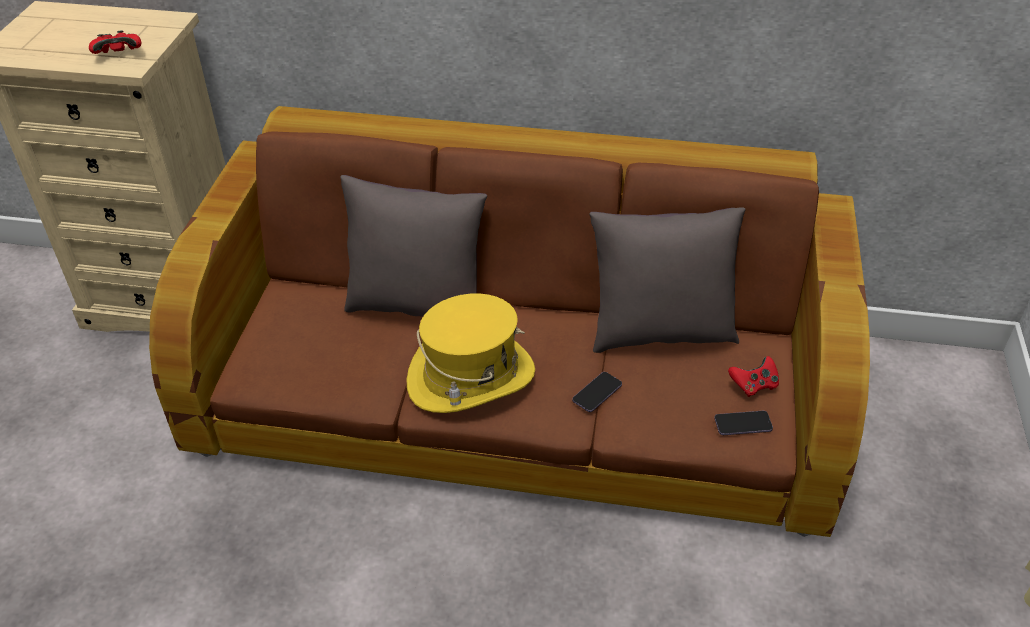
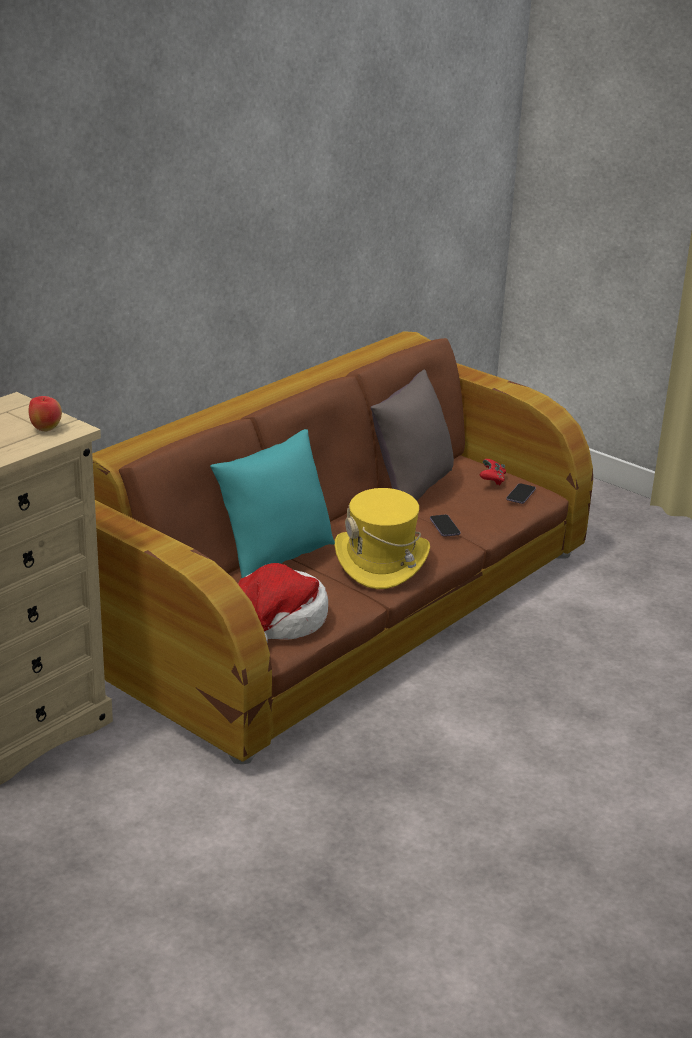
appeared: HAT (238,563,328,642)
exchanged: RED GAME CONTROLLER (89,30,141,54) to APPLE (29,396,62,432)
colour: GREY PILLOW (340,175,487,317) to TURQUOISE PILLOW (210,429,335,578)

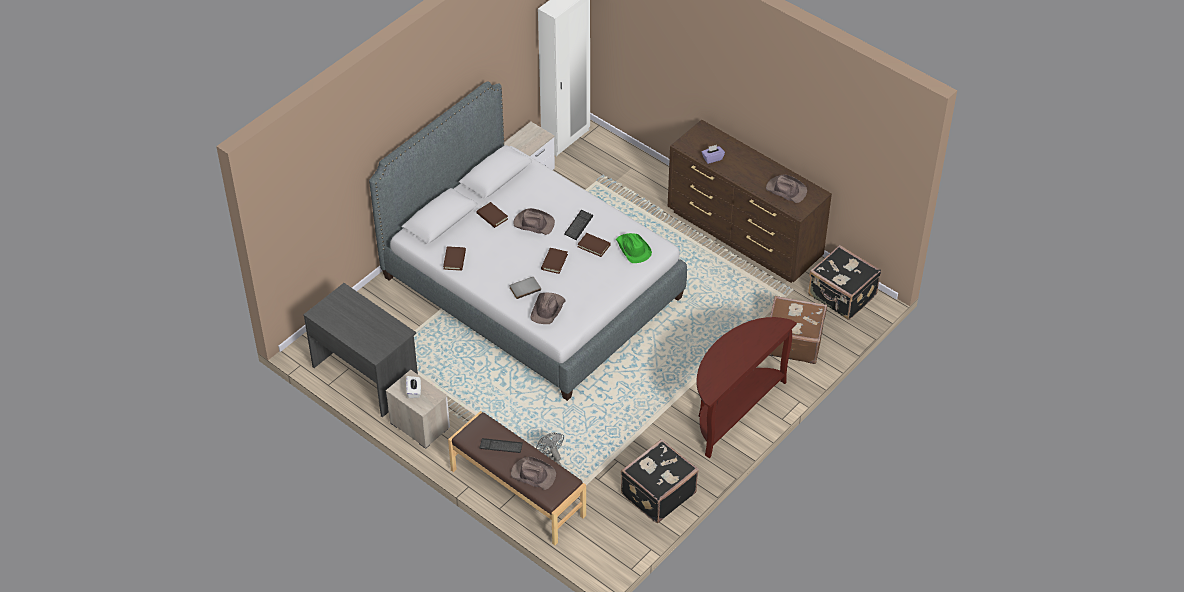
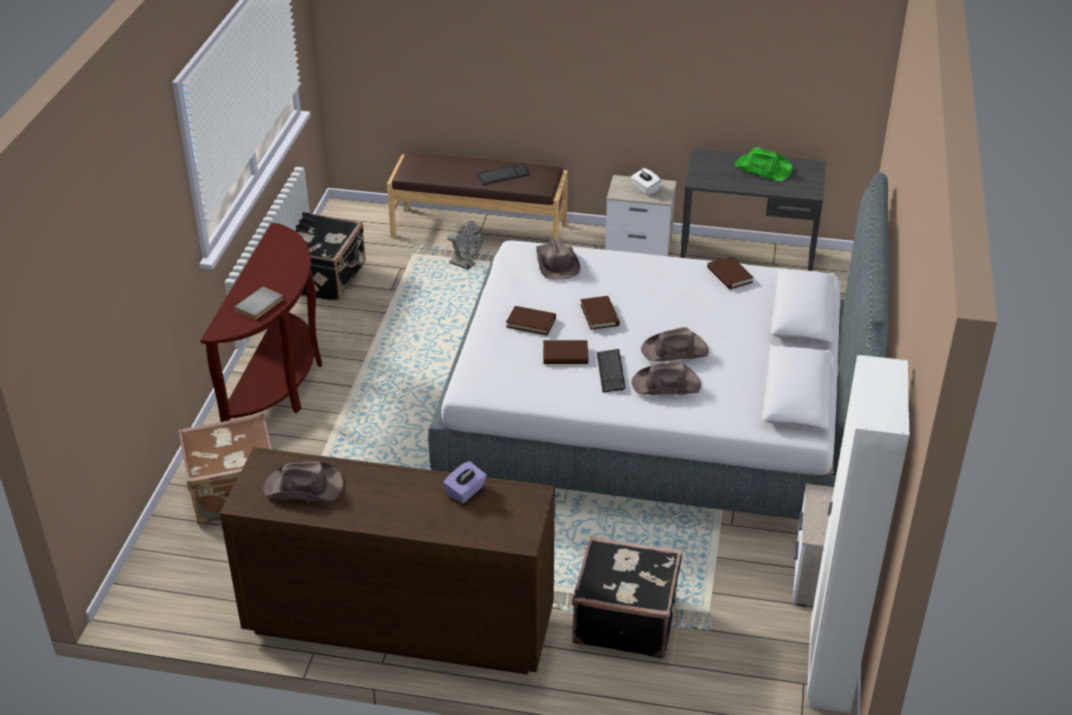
relocated: BROWN BOOK (477,202,508,228) to (506,306,556,335); GREY BOOK (510,277,541,299) to (234,287,283,320); BROWN HAT (511,457,556,490) to (631,361,701,395); GREEN HAT (616,233,652,263) to (735,147,793,181); BLACK SUITCASE (808,245,881,320) to (572,536,682,658)

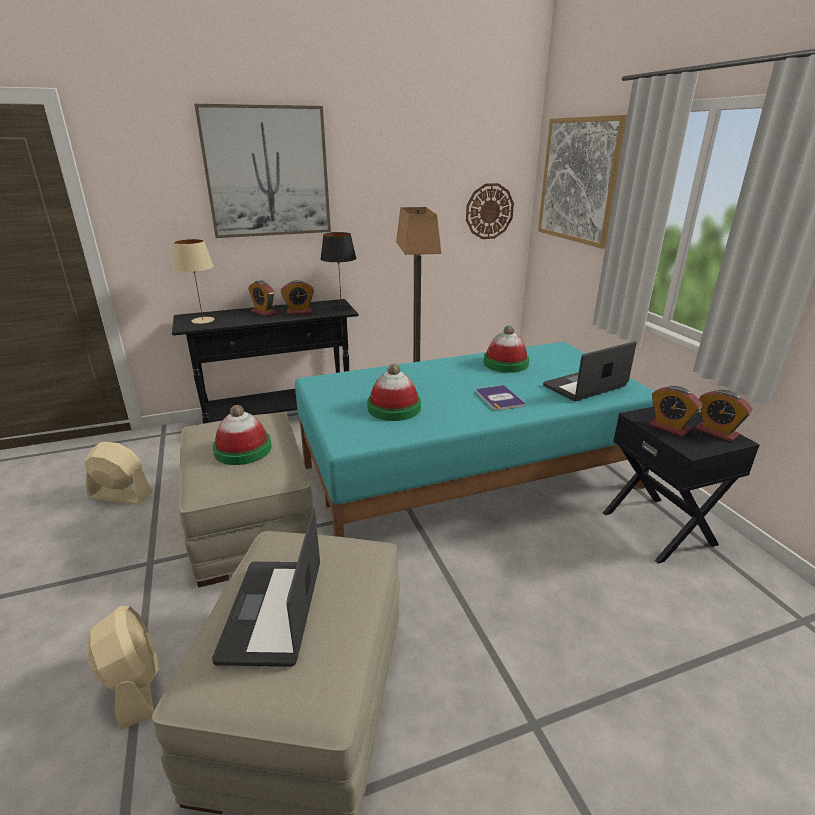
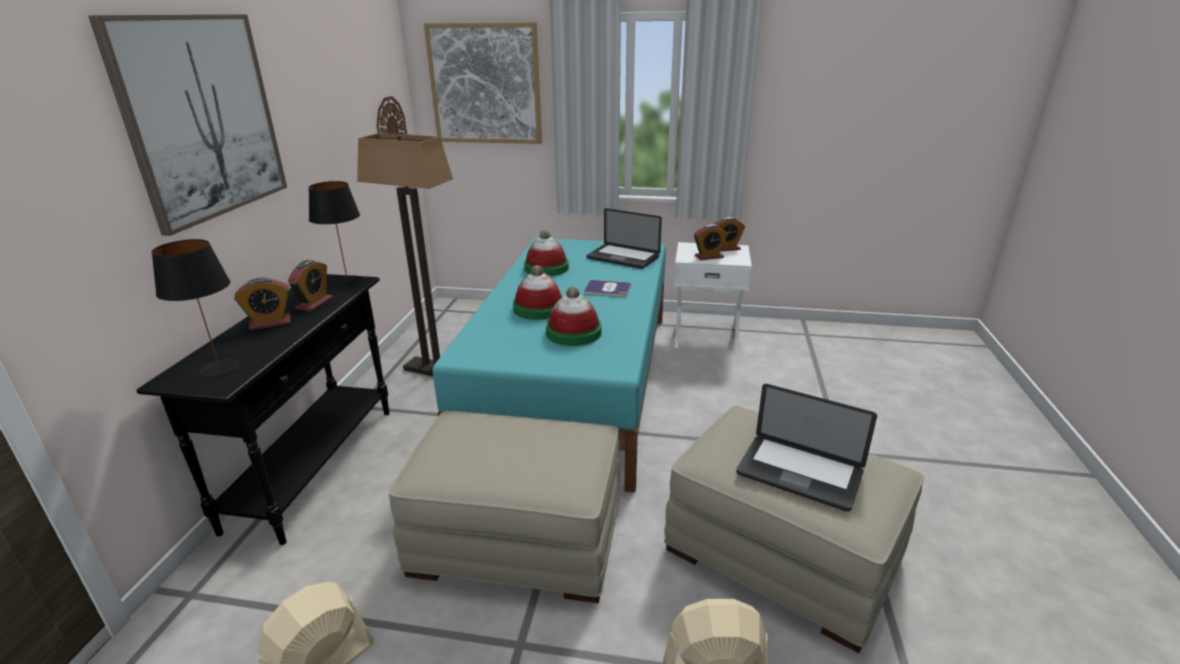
relocated: HAT (213,405,272,465) to (513,265,562,320)
colour: BEIGE TABLE LAMP (173,239,214,324) to BLACK TABLE LAMP (151,239,240,377); BLACK NIGHTSTAND (603,407,760,564) to WHITE NIGHTSTAND (674,242,752,352)
spun: LAPTOP (543,341,637,401) = (587,208,662,269) 60 degrees counterclockwise

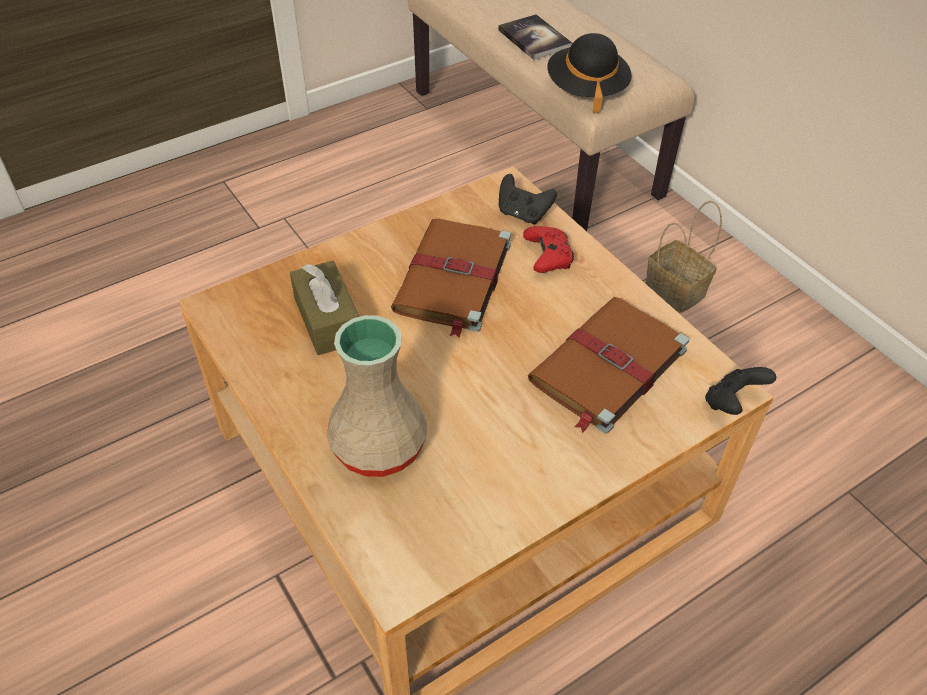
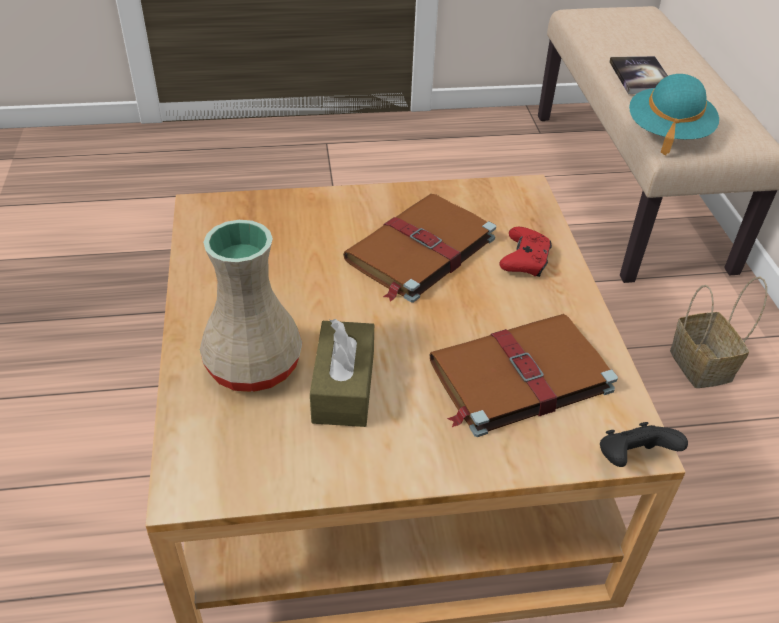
missing: BLACK GAME CONTROLLER (499,174,557,224)
relocated: BROWN TISSUE BOX (290,261,359,355) to (310,319,374,427)
colour: BLACK HAT (547,33,632,114) to TURQUOISE HAT (629,74,719,155)

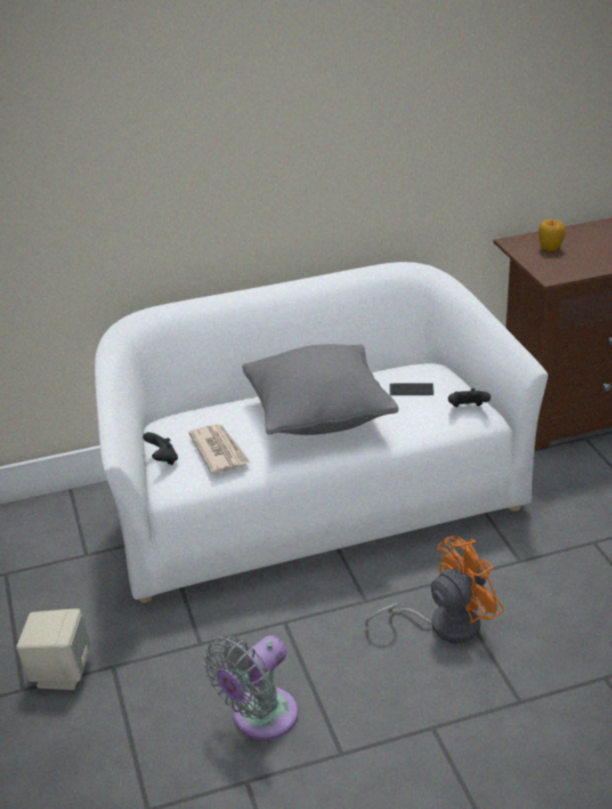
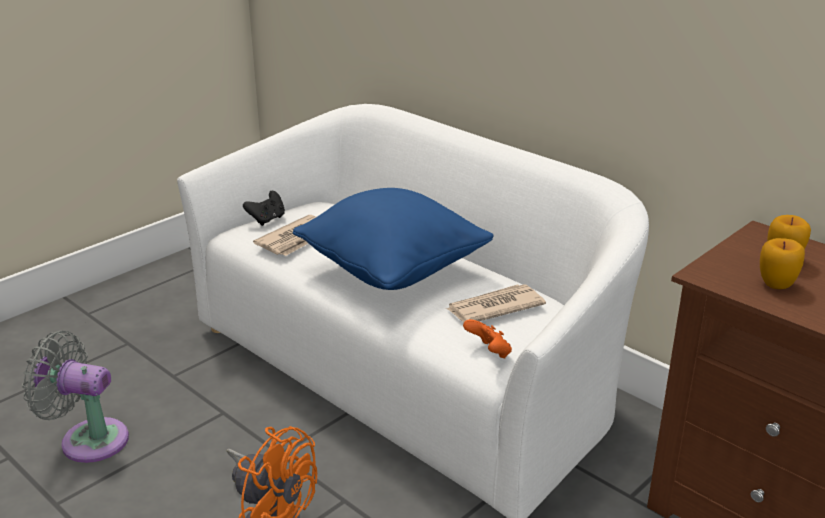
missing: BEIGE SPEAKER (16,609,91,690)
appeared: APPLE (760,238,805,289)
exchanged: PHONE (390,383,434,395) to NEWSPAPER (447,284,546,323)
colour: GREY PILLOW (242,344,399,435) to BLUE PILLOW (293,188,494,290); BLACK GAME CONTROLLER (448,388,491,407) to ORANGE GAME CONTROLLER (463,319,512,358)

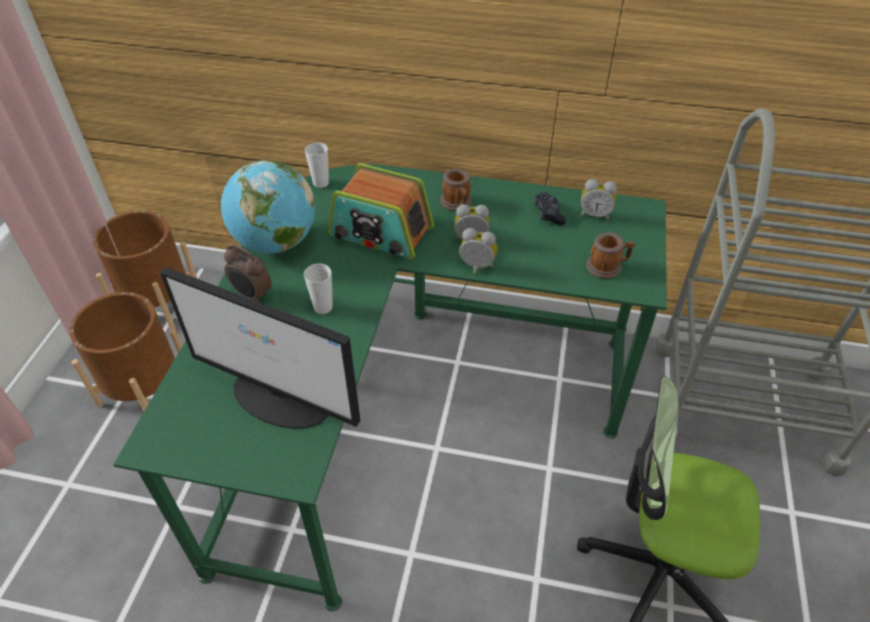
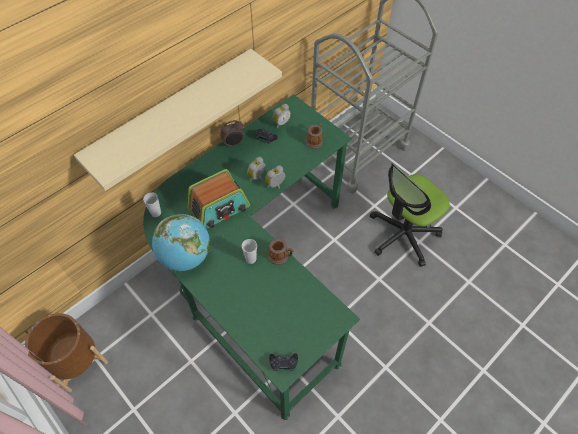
missing: BROWN PLANTER (69,292,182,411); MONITOR (160,267,361,429)
appeared: BEIGE SHELF (74,49,282,191); BLACK GAME CONTROLLER (269,353,298,371)
relocated: ALARM CLOCK (224,244,272,302) to (220,120,245,148); MUG (441,169,472,211) to (268,239,293,265)

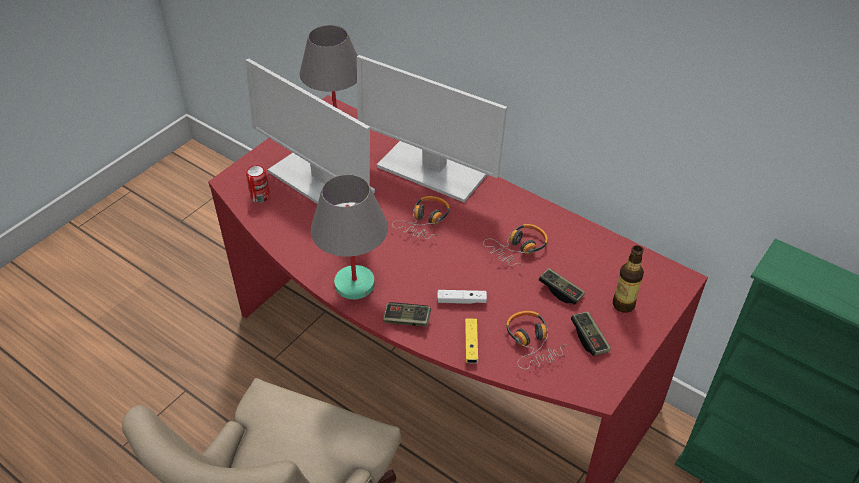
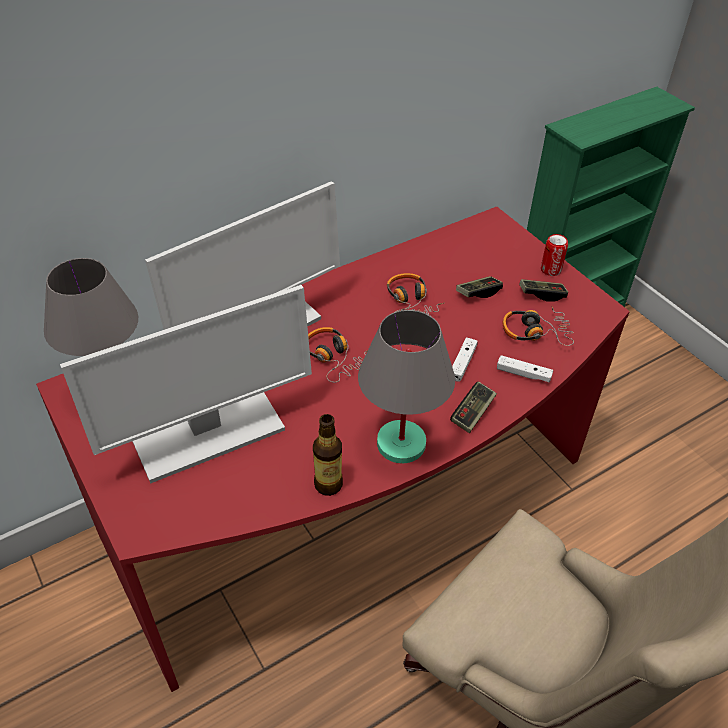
relocated: CAN (246,165,270,203) to (541,234,568,276); BOTTLE (613,245,644,313) to (313,414,343,496)
colour: YELLOW GAME CONTROLLER (465,318,478,363) to WHITE GAME CONTROLLER (497,355,553,382)

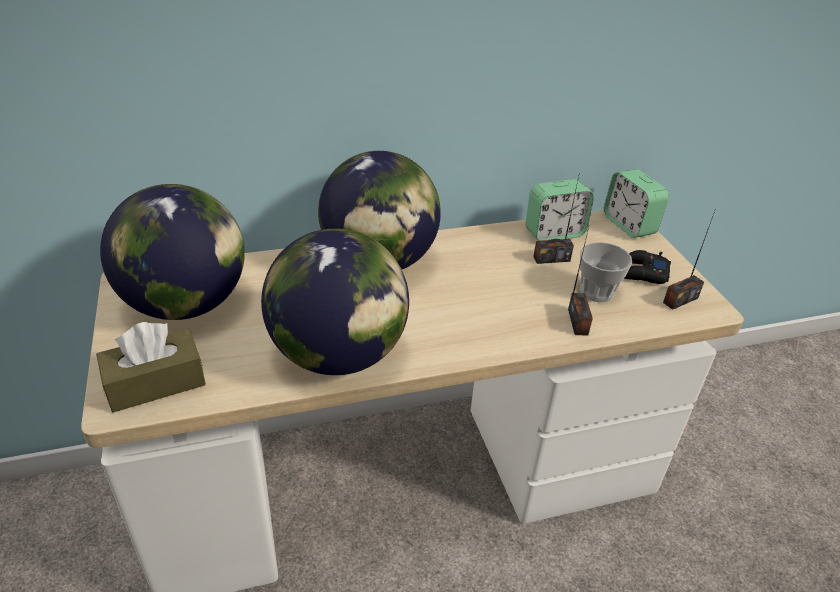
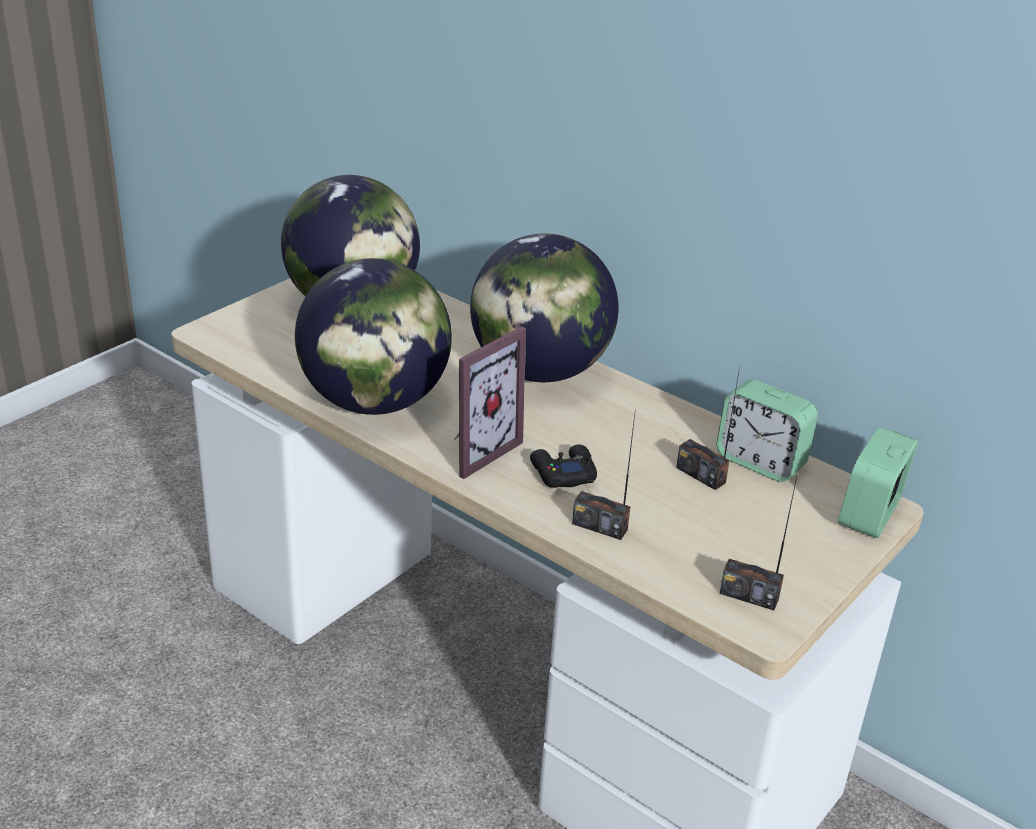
missing: BROWN TISSUE BOX (96,322,206,412); CUP (580,242,632,302)
appeared: PICTURE FRAME (454,326,526,479)
relocated: BLACK GAME CONTROLLER (625,250,671,284) to (530,445,597,488)
spun: RADIO (568,227,593,336) = (572,409,636,540) 60 degrees clockwise

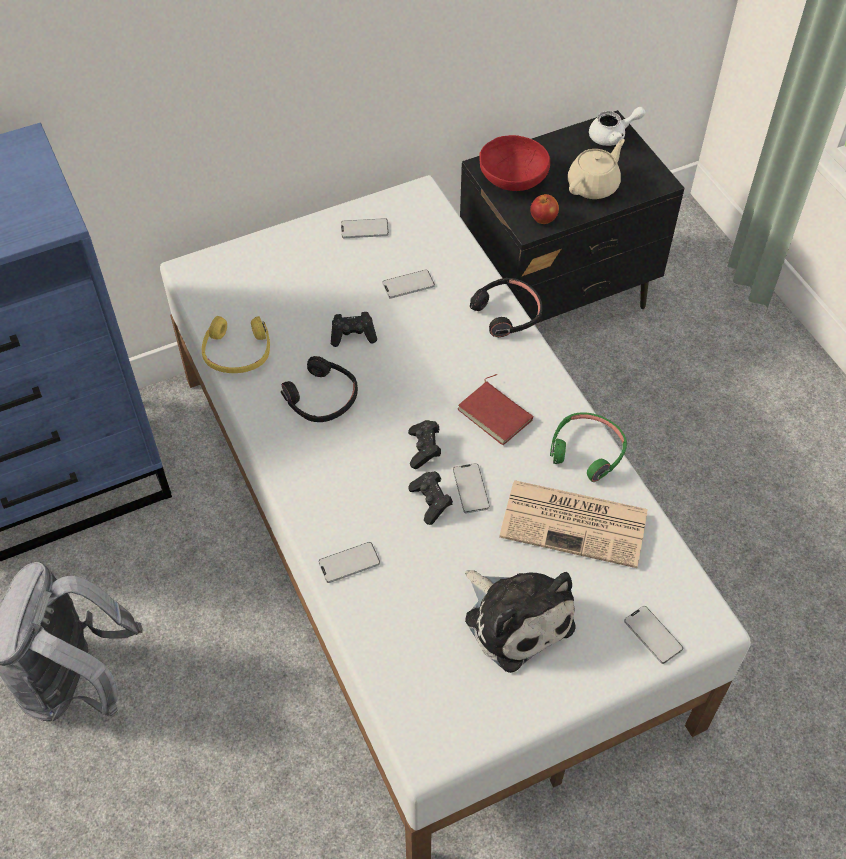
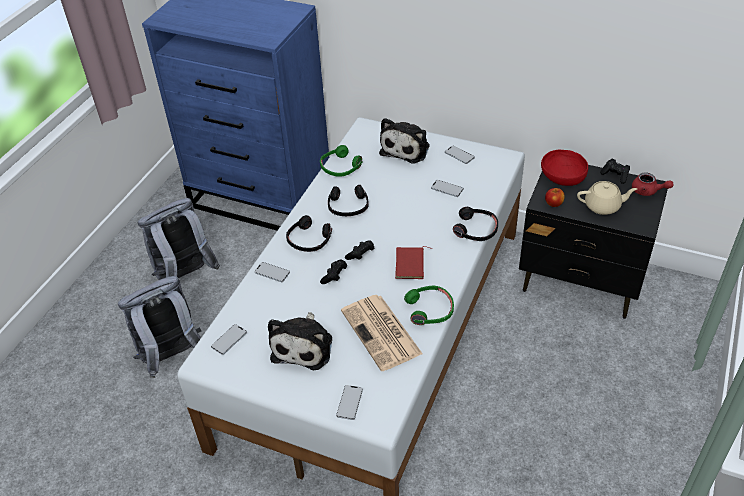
appeared: GREY BACKPACK (118,276,201,378); BLACK HEADPHONES (286,215,332,252); PLUSH TOY (379,118,430,163)
relocated: BLACK GAME CONTROLLER (331,312,377,347) to (600,159,630,184); PHONE (453,463,490,513) to (211,324,247,355)
colour: YELLOW HEADPHONES (202,316,270,373) to GREEN HEADPHONES (320,145,363,177); WHITE TEAPOT (589,107,646,146) to RED TEAPOT (632,172,674,196)

